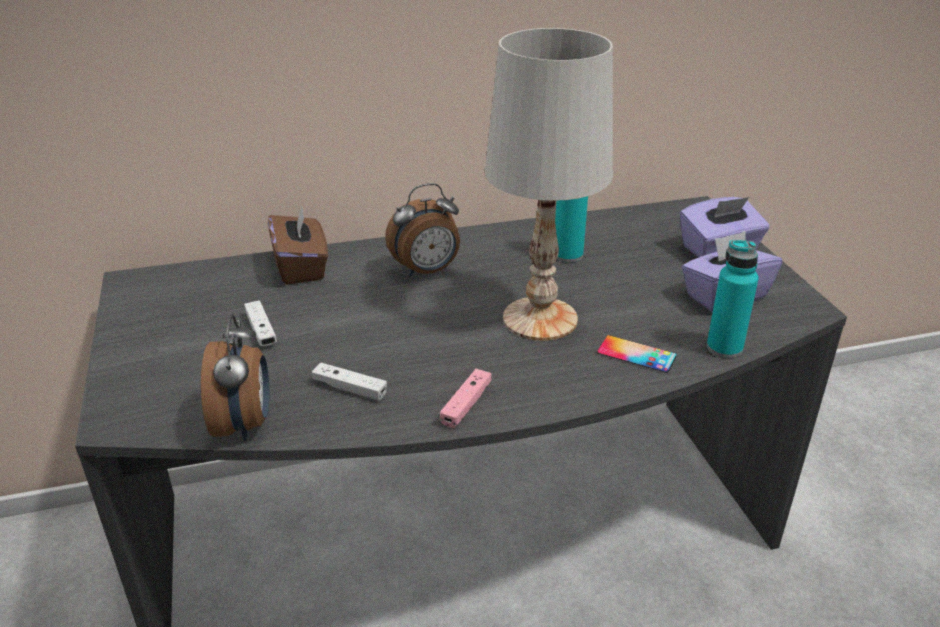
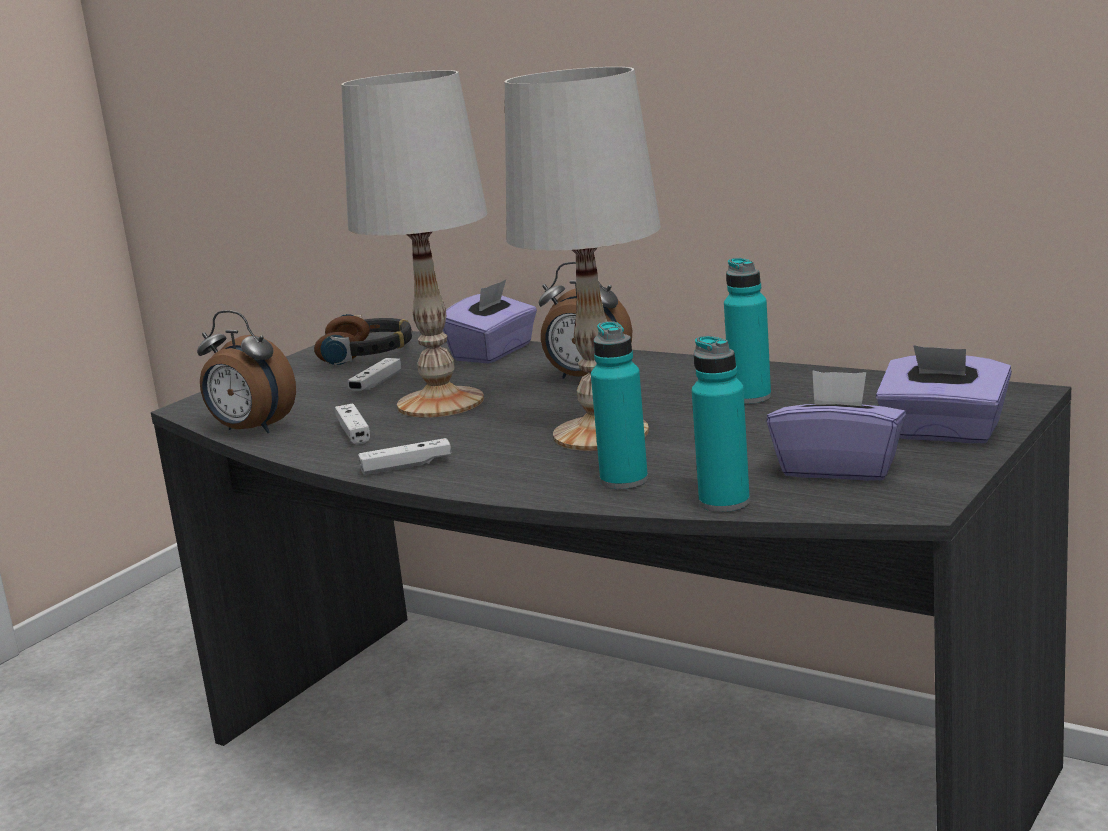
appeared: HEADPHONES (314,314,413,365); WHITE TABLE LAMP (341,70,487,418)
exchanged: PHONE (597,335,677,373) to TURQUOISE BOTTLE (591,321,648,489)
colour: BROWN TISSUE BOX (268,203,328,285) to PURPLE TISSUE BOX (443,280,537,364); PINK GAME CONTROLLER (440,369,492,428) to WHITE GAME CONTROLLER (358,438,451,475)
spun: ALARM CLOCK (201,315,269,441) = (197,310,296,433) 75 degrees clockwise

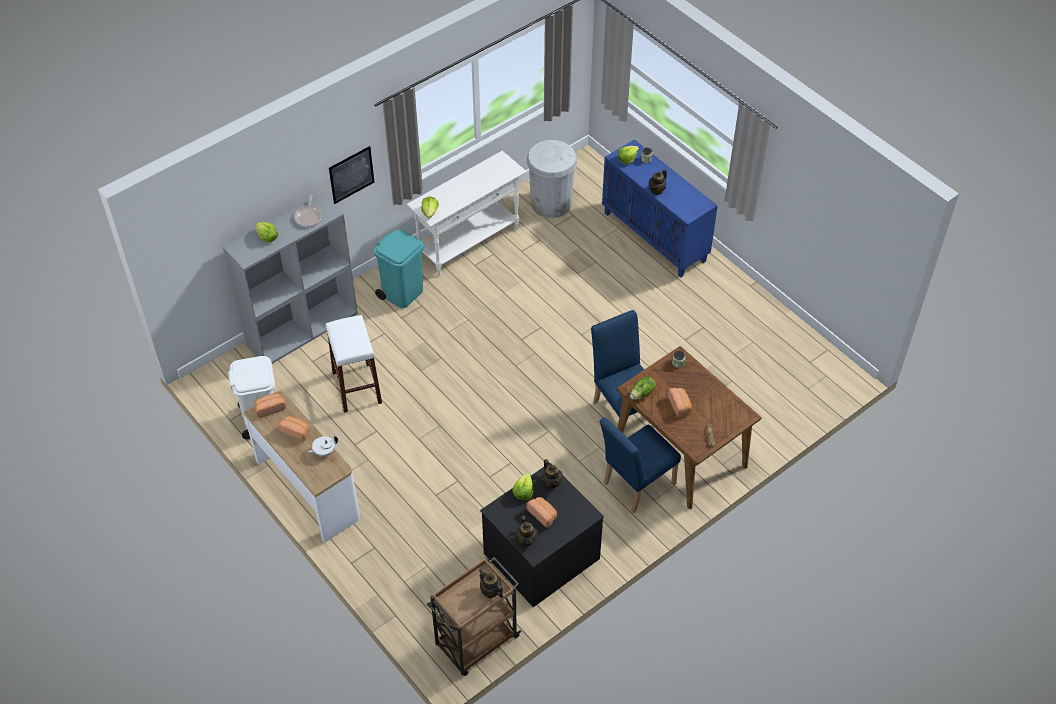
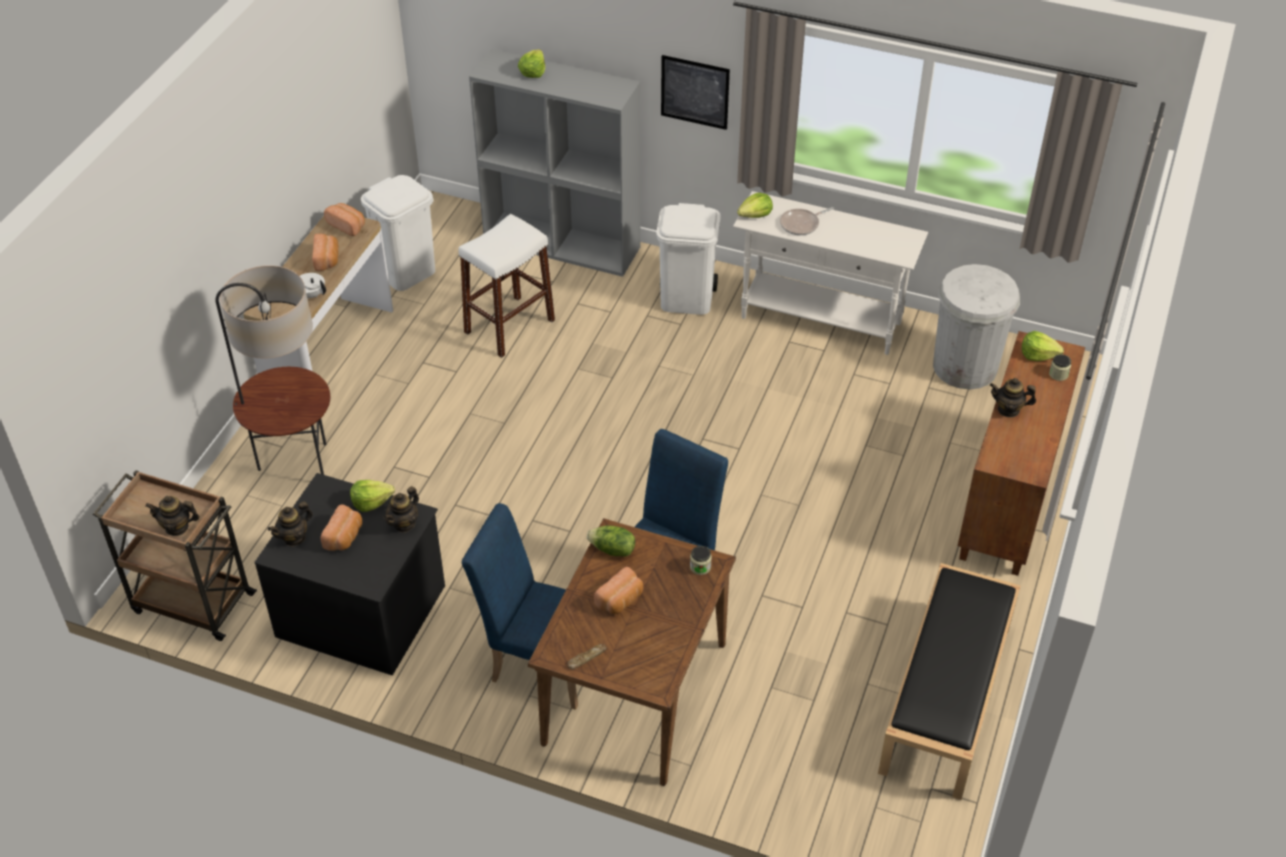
appeared: FLOOR LAMP (216,265,330,475); BLACK BENCH (878,563,1021,800)
relocated: FRYING PAN (294,195,322,227) to (780,207,834,235)
colour: TURQUOISE TRASH CAN (374,229,424,308) to WHITE TRASH CAN (656,203,721,315); BLUE CABINET (602,139,718,278) to BROWN CABINET (958,331,1085,576)
spun: TEAPOT (479,569,503,598) = (145,496,200,536) 105 degrees counterclockwise

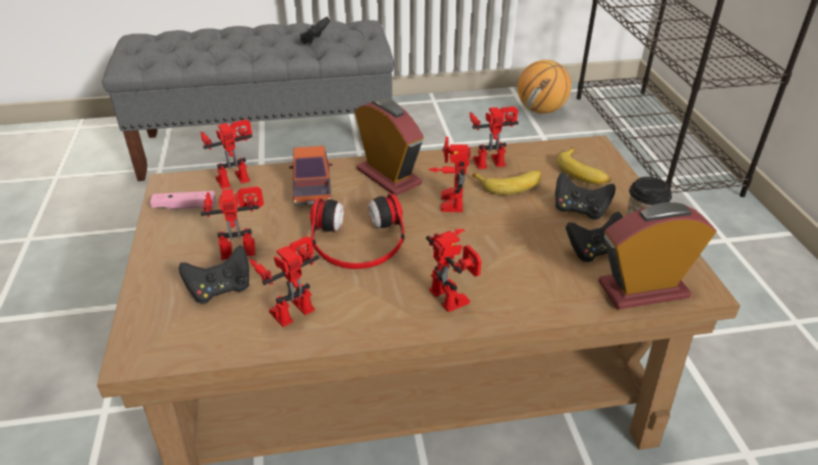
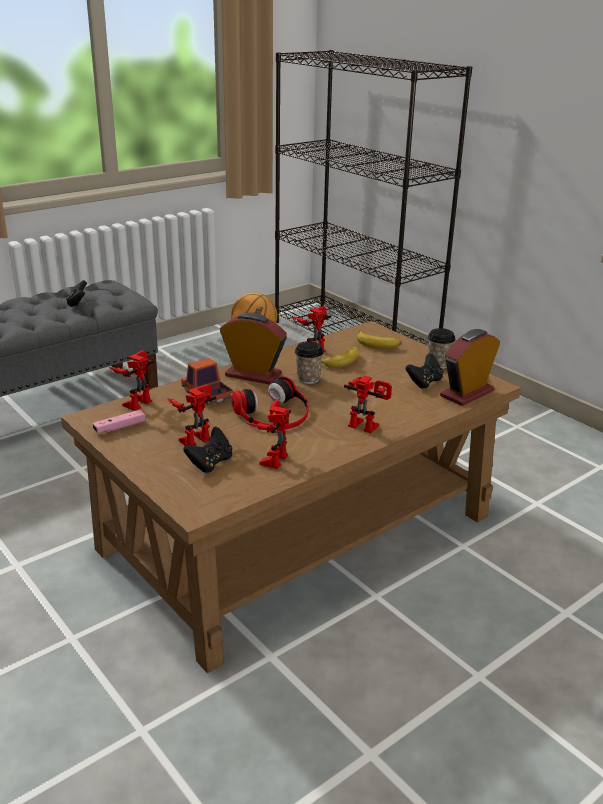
missing: BLACK GAME CONTROLLER (555,172,615,220)
exchanged: TOY ROBOT (428,137,471,212) to CUP (295,341,324,384)

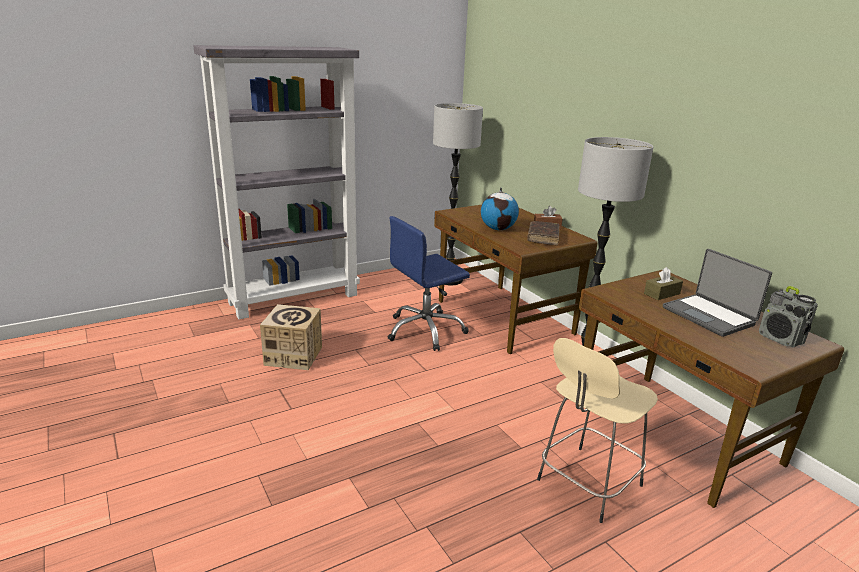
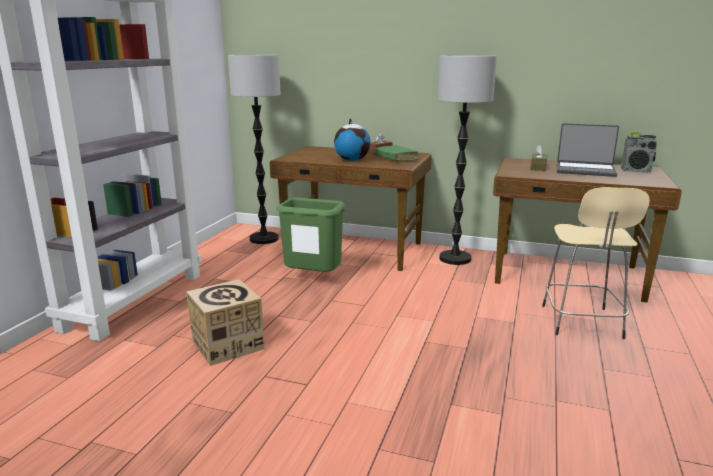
exchanged: BLUE OFFICE CHAIR (388,216,470,351) to GREEN TRASH CAN (276,197,345,272)
colour: BROWN BOOK (527,221,560,245) to GREEN BOOK (374,145,418,161)

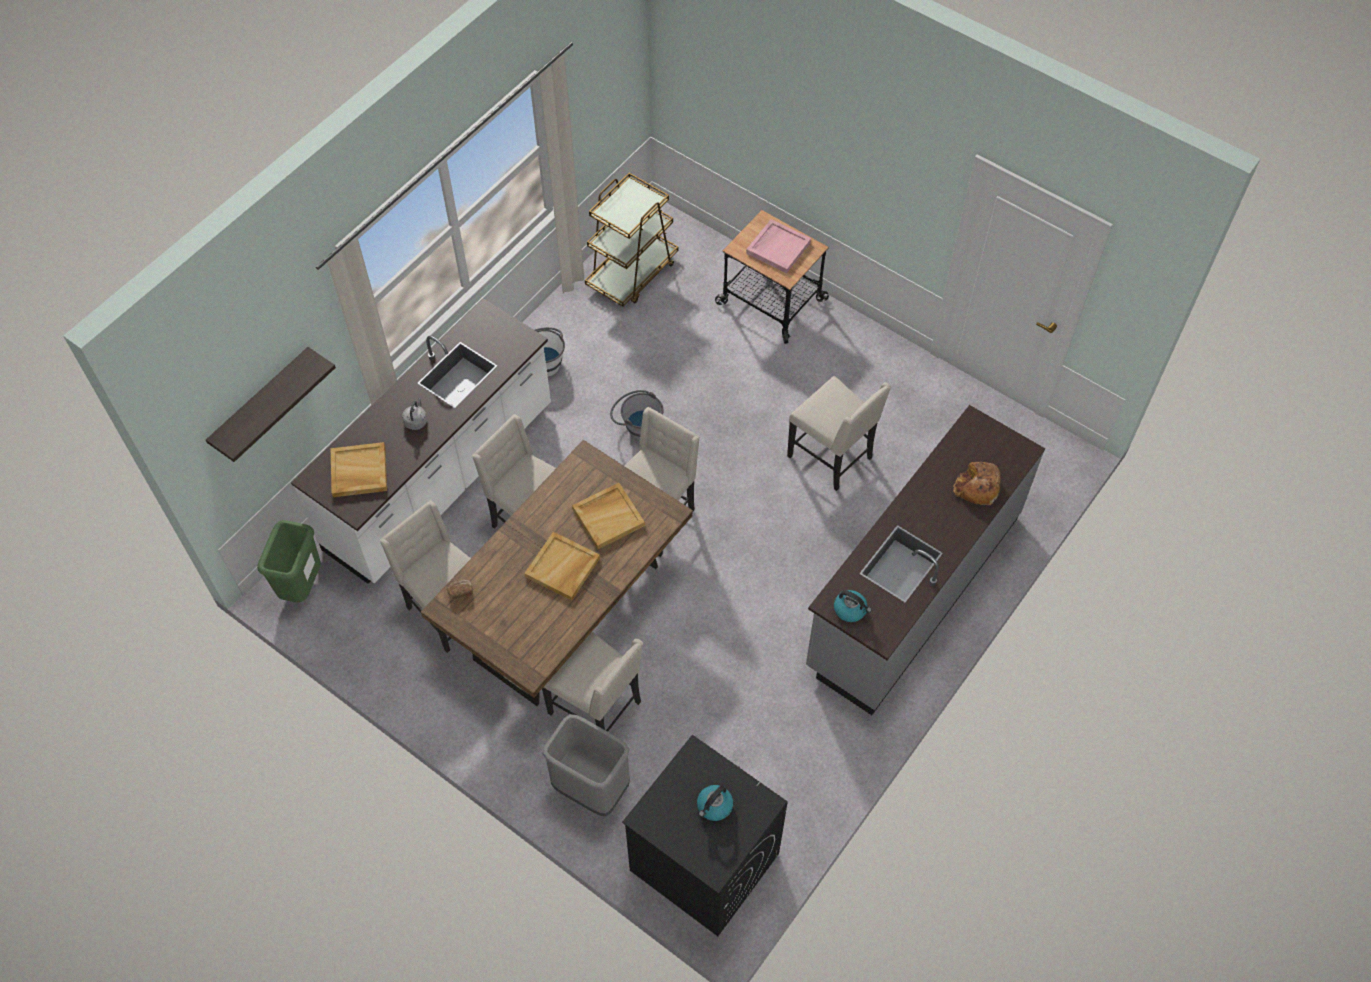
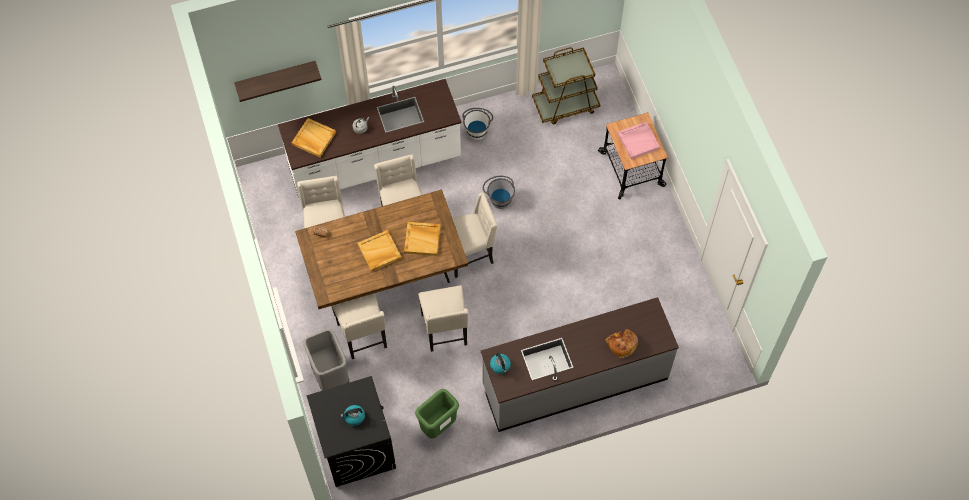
relocated: GREEN TRASH CAN (257,520,321,602) to (415,389,459,439); BEIGE CHAIR (787,376,891,491) to (418,285,468,352)

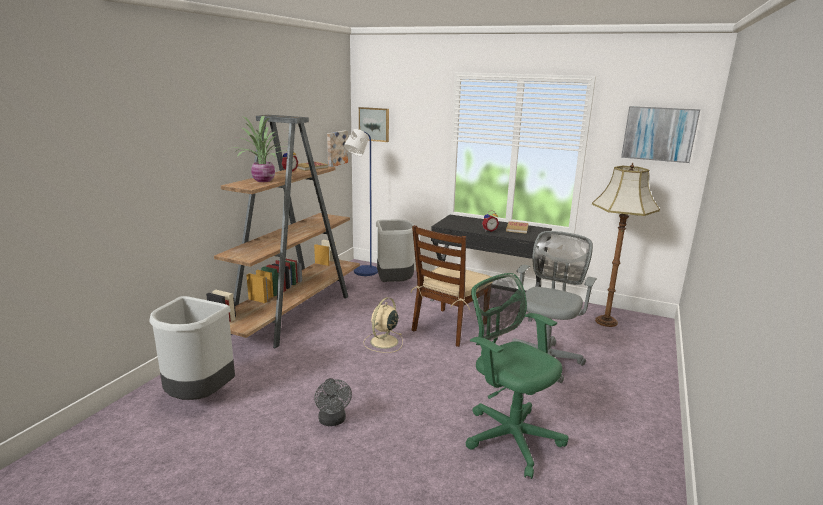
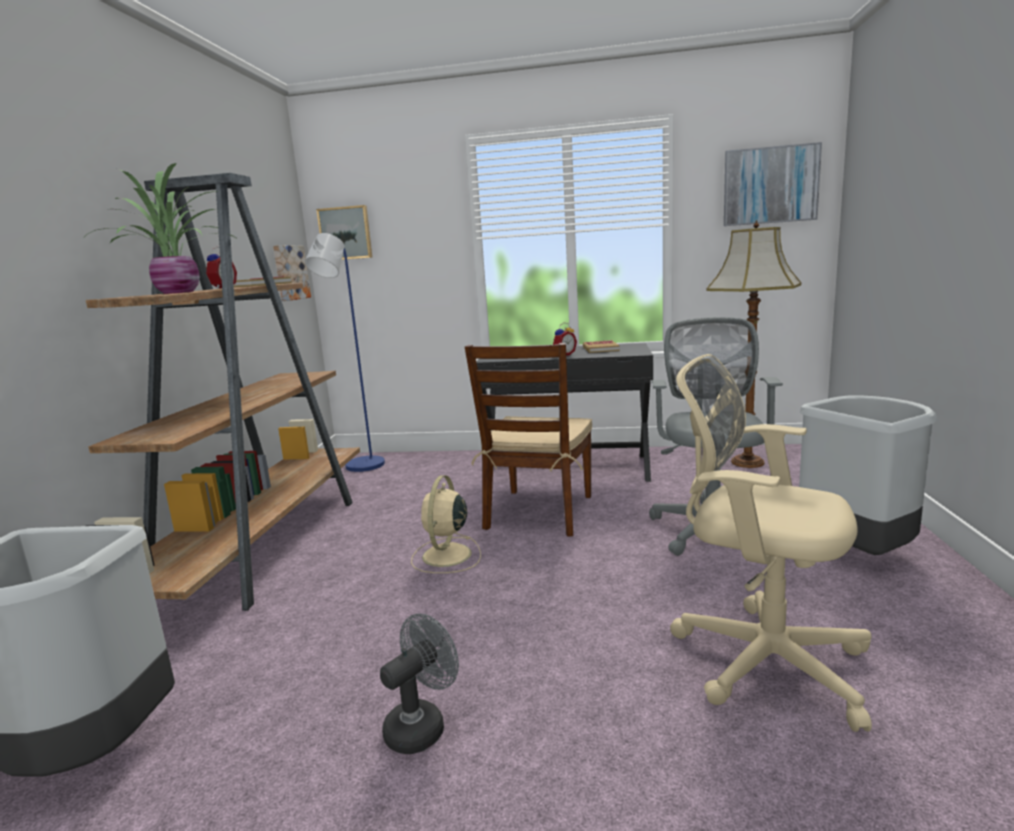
relocated: GREY TRASH CAN (376,220,415,282) to (799,396,938,555)
colour: GREEN OFFICE CHAIR (466,273,569,479) to BEIGE OFFICE CHAIR (670,354,872,732)
spun: GREY FAN (314,378,352,426) = (380,613,459,754) 105 degrees counterclockwise

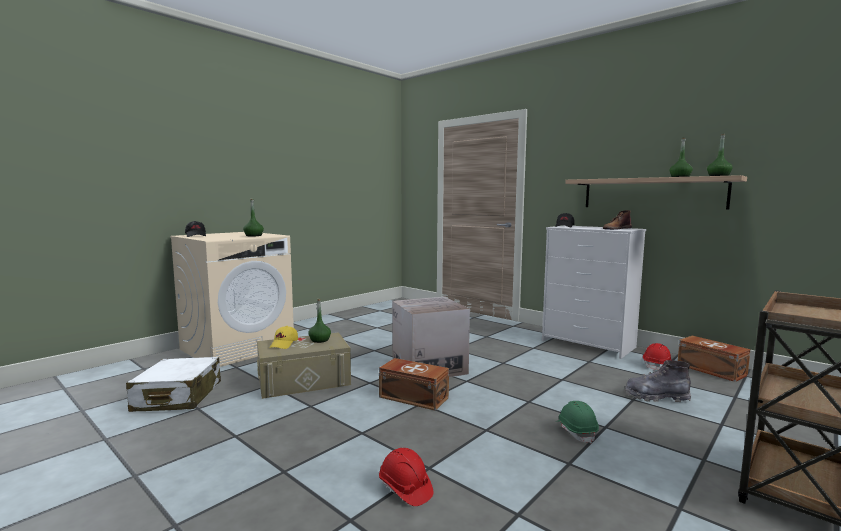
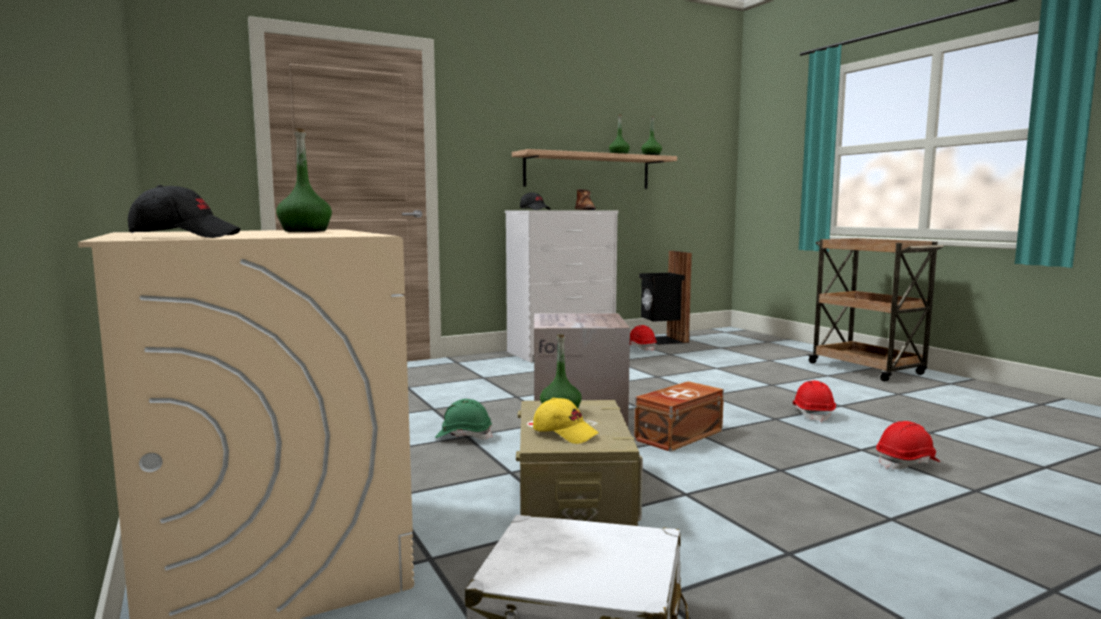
missing: GREY BOOT (625,360,692,402)
appeared: RED HARD HAT (793,381,836,422)
relocated: GREEN HARD HAT (556,401,599,444) to (435,399,493,440)
exchanged: BROWN STORAGE BOX (678,336,751,382) to BLACK TRASH CAN (639,251,692,345)

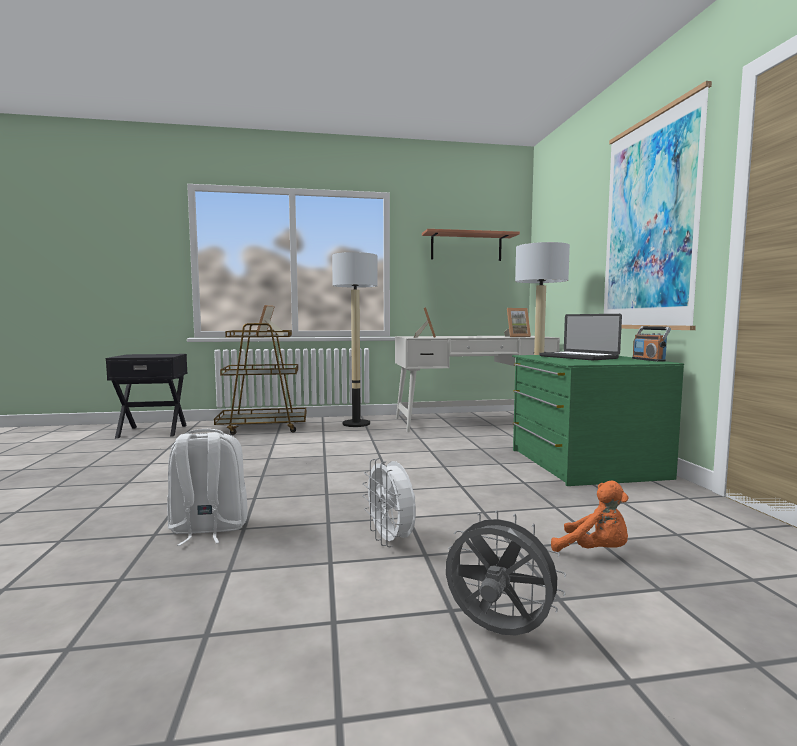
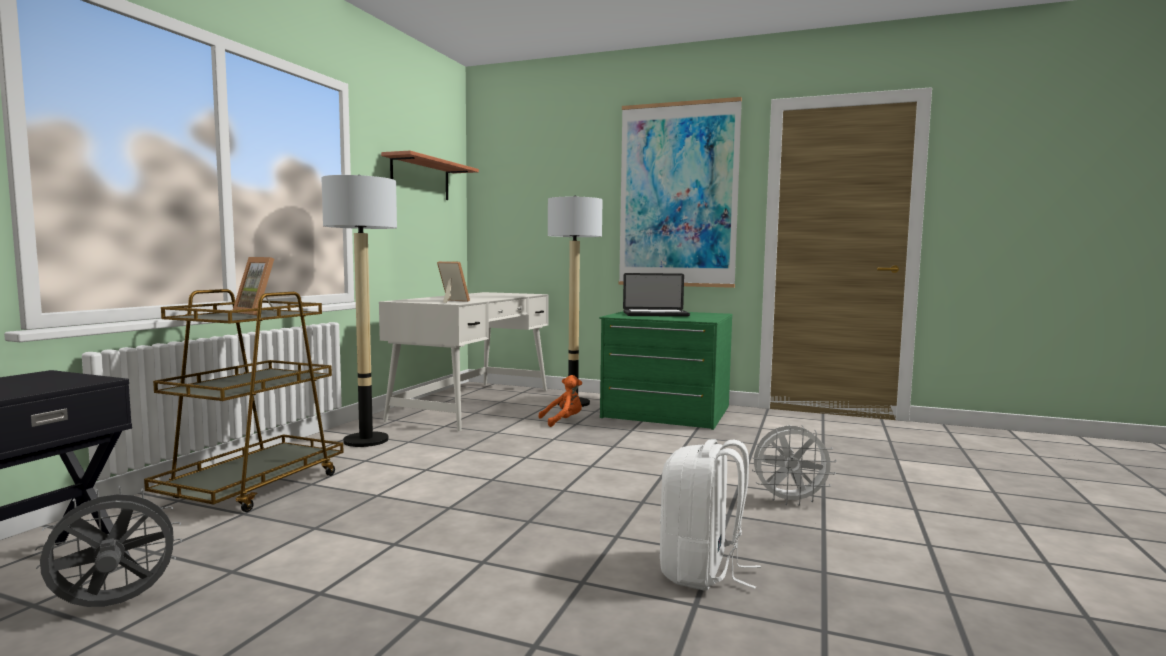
missing: PICTURE FRAME (504,308,531,337); RADIO (632,326,671,362)
relocated: GREY FAN (446,510,566,635) to (35,486,182,607); ORANGE PLUSH TOY (551,481,629,552) to (538,375,582,427)

